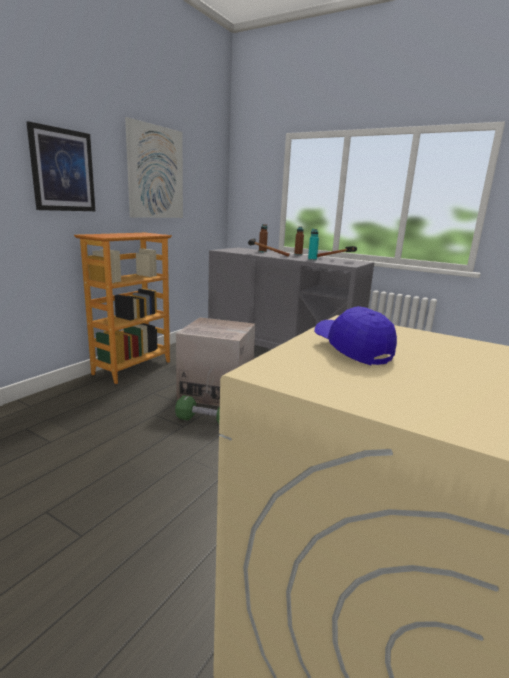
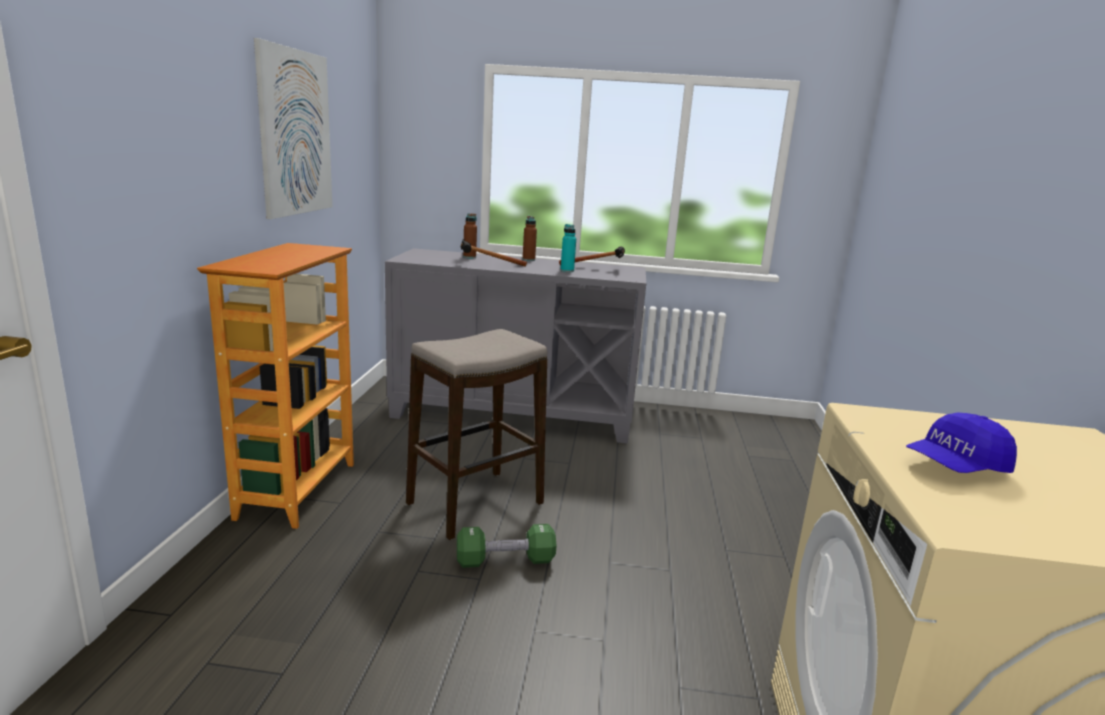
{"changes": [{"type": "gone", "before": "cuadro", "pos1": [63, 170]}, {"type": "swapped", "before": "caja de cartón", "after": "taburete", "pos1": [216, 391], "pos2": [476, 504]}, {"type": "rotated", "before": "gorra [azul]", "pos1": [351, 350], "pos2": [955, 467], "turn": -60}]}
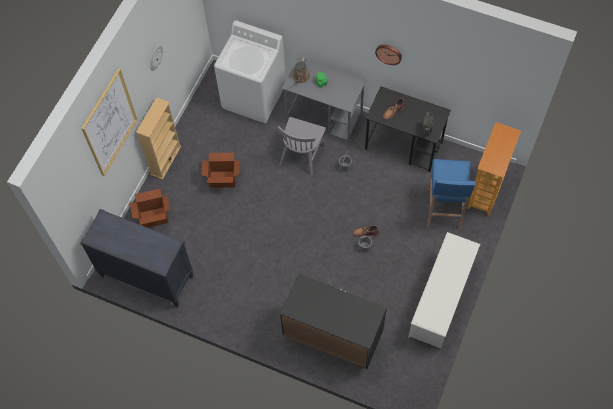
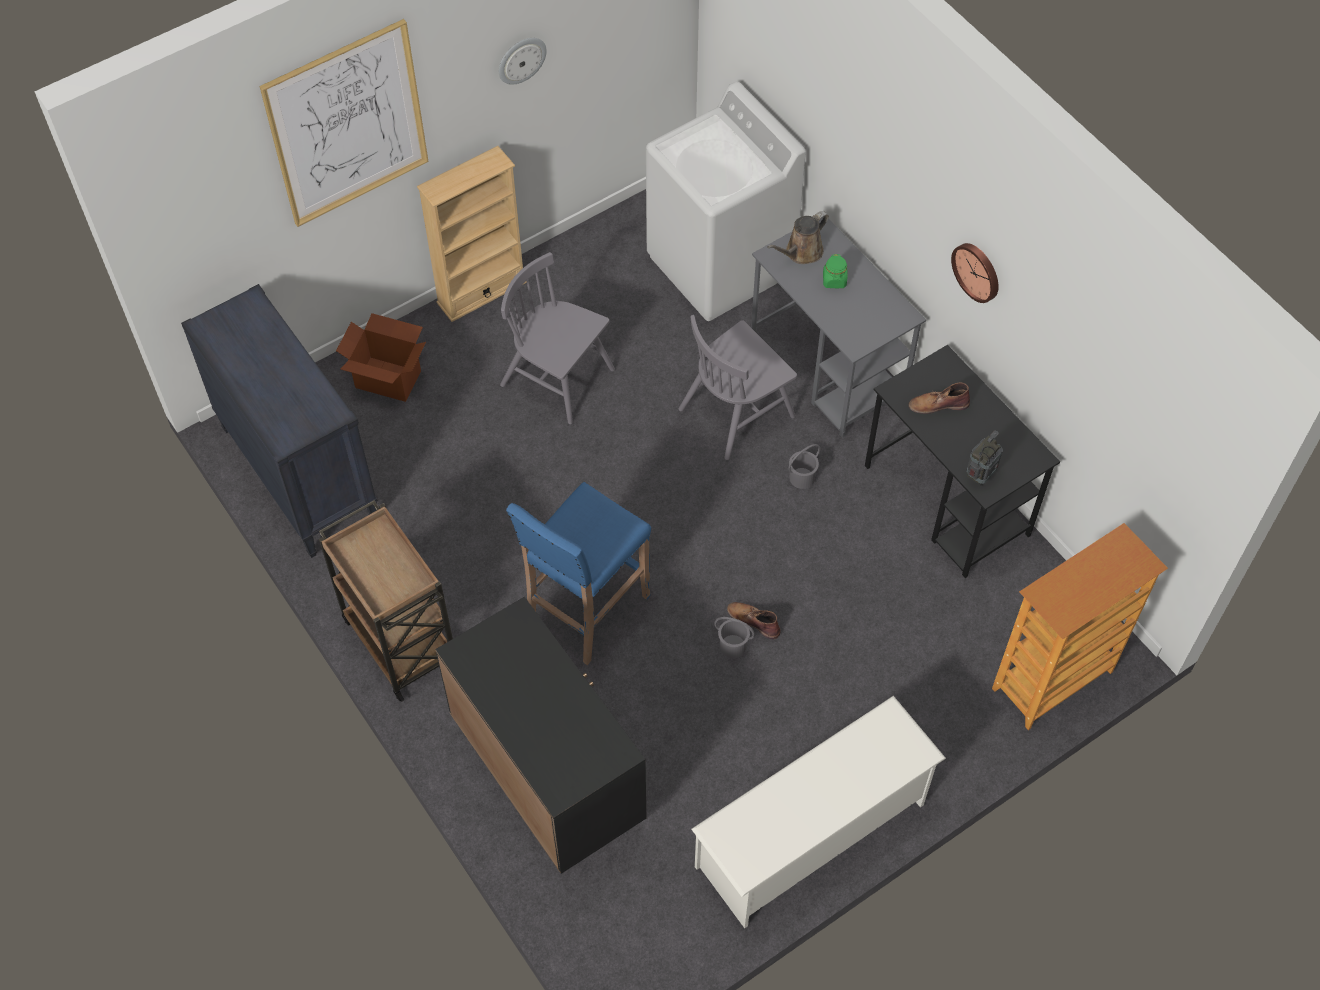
{"changes": [{"type": "swapped", "before": "caja de cartón", "after": "silla [gris]", "pos1": [223, 179], "pos2": [558, 378]}, {"type": "shifted", "before": "taburete [azul]", "pos1": [444, 209], "pos2": [586, 611]}, {"type": "new", "after": "carrito [marrón]", "pos2": [399, 640]}]}
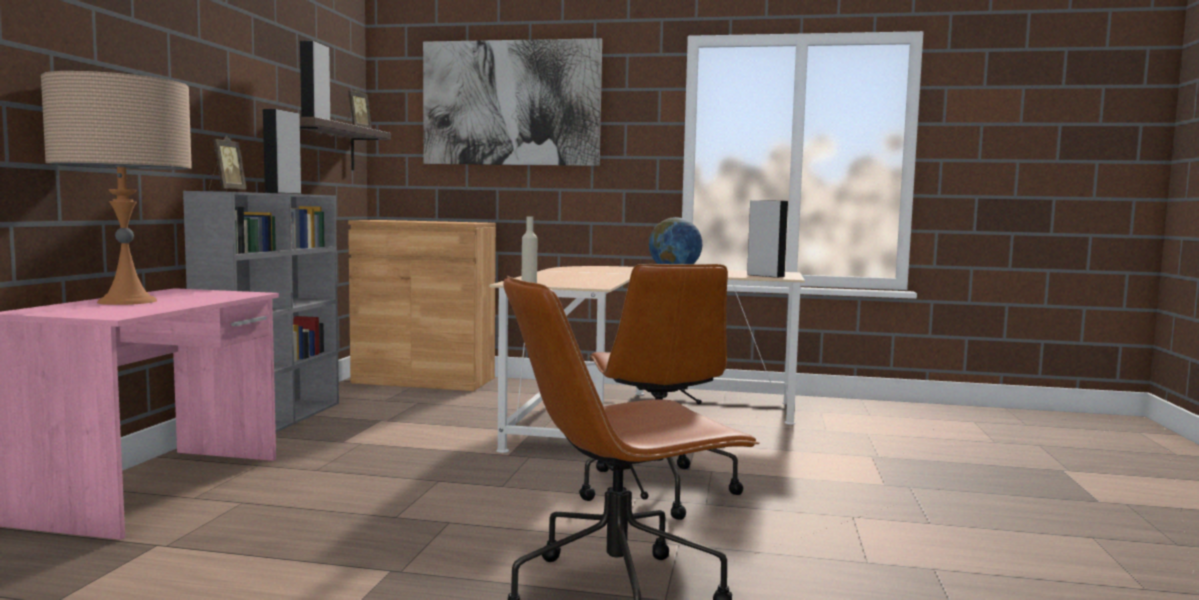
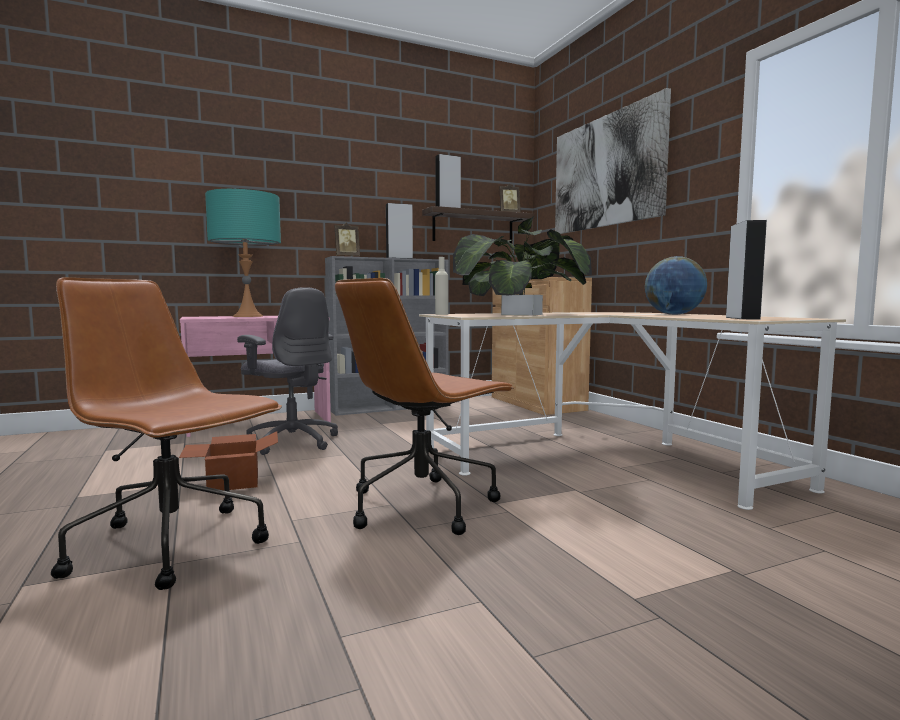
{"changes": [{"type": "repainted", "before": "lámpara de mesa [beis]", "after": "lámpara de mesa [turquesa]", "pos1": [127, 301], "pos2": [248, 316]}, {"type": "new", "after": "caja de cartón", "pos2": [232, 482]}, {"type": "new", "after": "silla de oficina [gris]", "pos2": [292, 442]}, {"type": "new", "after": "planta en maceta", "pos2": [521, 314]}]}
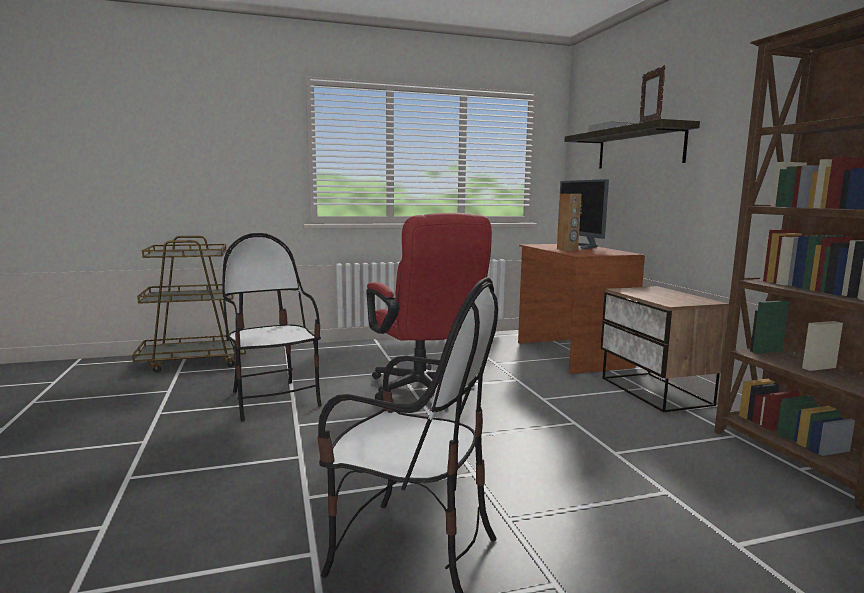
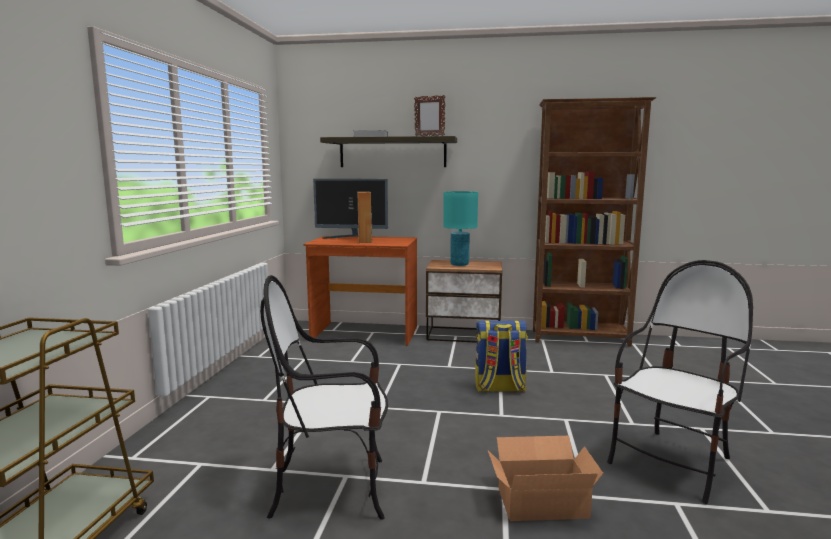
{"changes": [{"type": "gone", "before": "silla de oficina [rojo]", "pos1": [424, 392]}, {"type": "new", "after": "lámpara de mesa [turquesa]", "pos2": [459, 264]}, {"type": "new", "after": "mochila", "pos2": [499, 388]}, {"type": "new", "after": "caja de cartón", "pos2": [539, 501]}]}
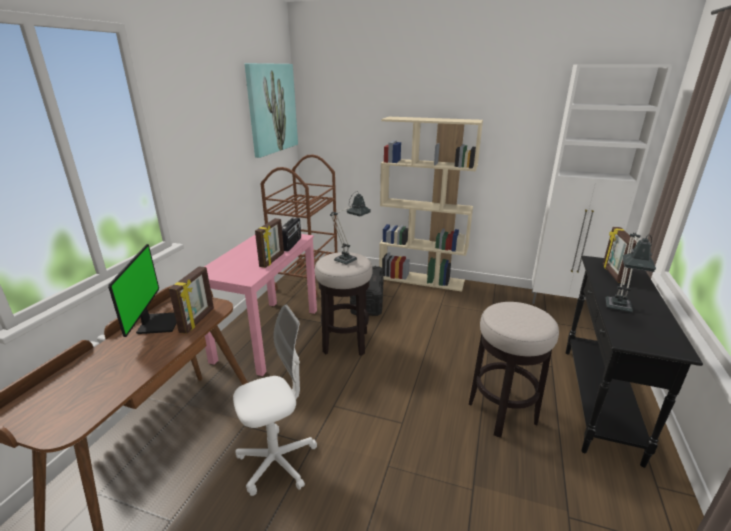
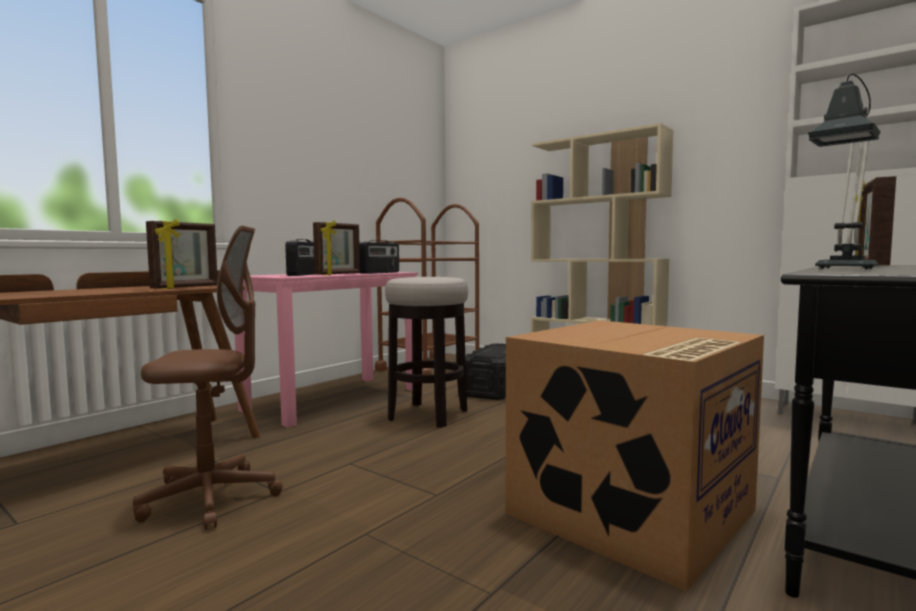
{"changes": [{"type": "gone", "before": "monitor", "pos1": [157, 323]}, {"type": "repainted", "before": "silla de oficina [blanco]", "after": "silla de oficina [marrón]", "pos1": [277, 462], "pos2": [211, 499]}, {"type": "gone", "before": "cuadro", "pos1": [271, 108]}, {"type": "gone", "before": "lámpara de mesa", "pos1": [349, 258]}, {"type": "swapped", "before": "taburete", "after": "caja de cartón", "pos1": [502, 413], "pos2": [632, 513]}, {"type": "new", "after": "radio", "pos2": [304, 274]}]}
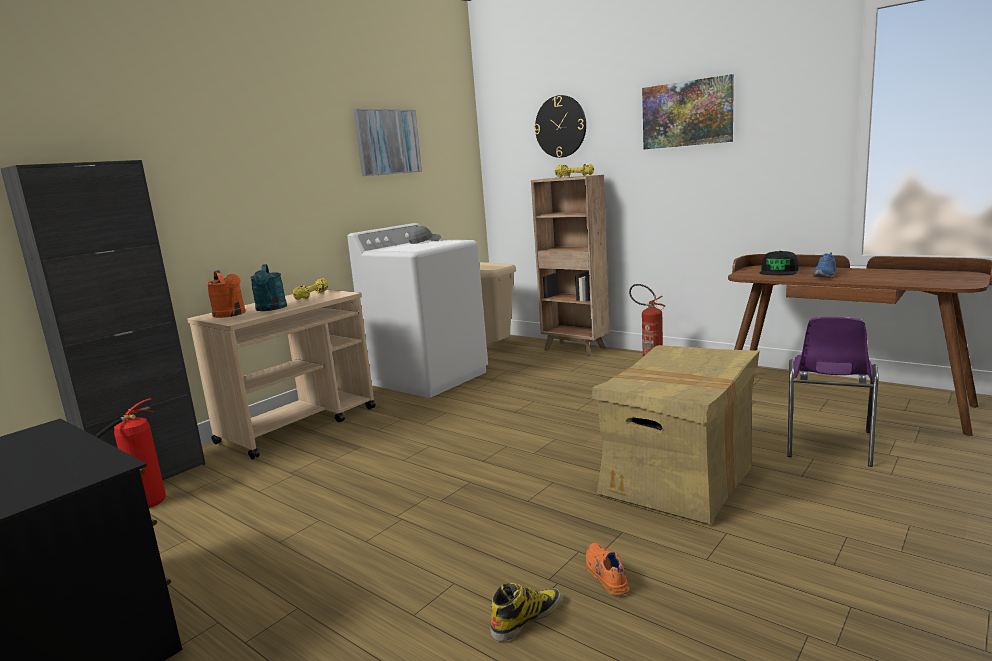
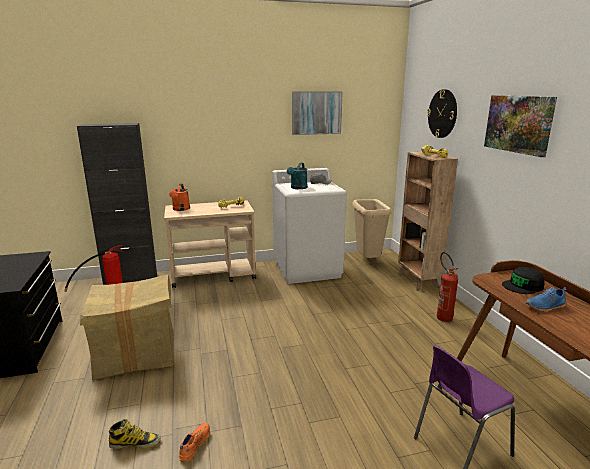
{"changes": [{"type": "shifted", "before": "regadera [turquesa]", "pos1": [271, 309], "pos2": [298, 188]}, {"type": "shifted", "before": "caja de cartón", "pos1": [677, 482], "pos2": [137, 354]}]}
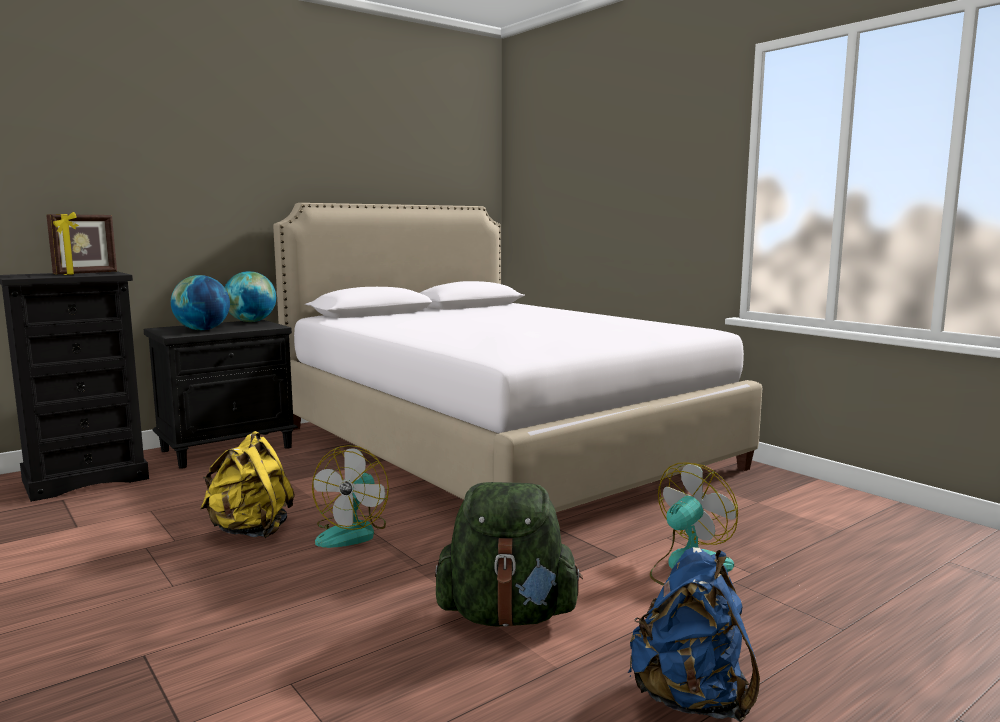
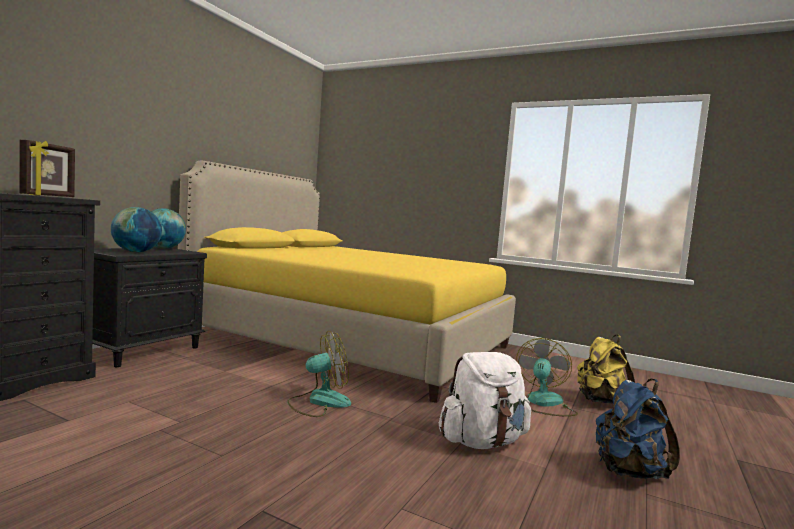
{"changes": [{"type": "shifted", "before": "mochila [amarillo]", "pos1": [251, 531], "pos2": [600, 401]}, {"type": "repainted", "before": "cama [blanco]", "after": "cama [amarillo]", "pos1": [498, 447], "pos2": [351, 341]}, {"type": "rotated", "before": "ventilador", "pos1": [353, 532], "pos2": [319, 402], "turn": -105}, {"type": "repainted", "before": "mochila [verde]", "after": "mochila [blanco]", "pos1": [507, 615], "pos2": [482, 442]}]}
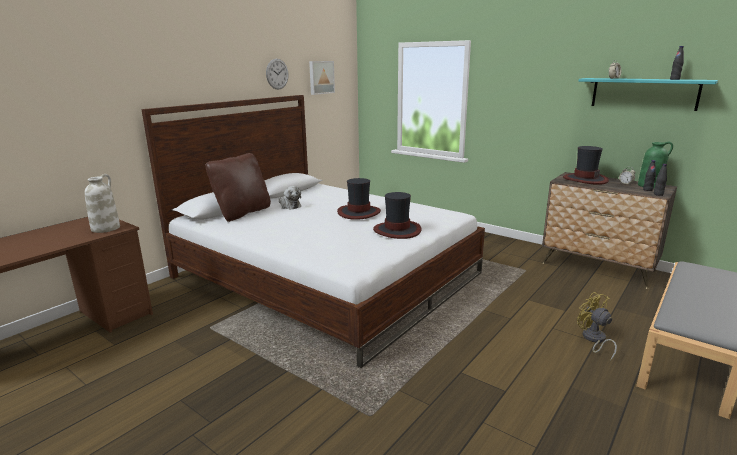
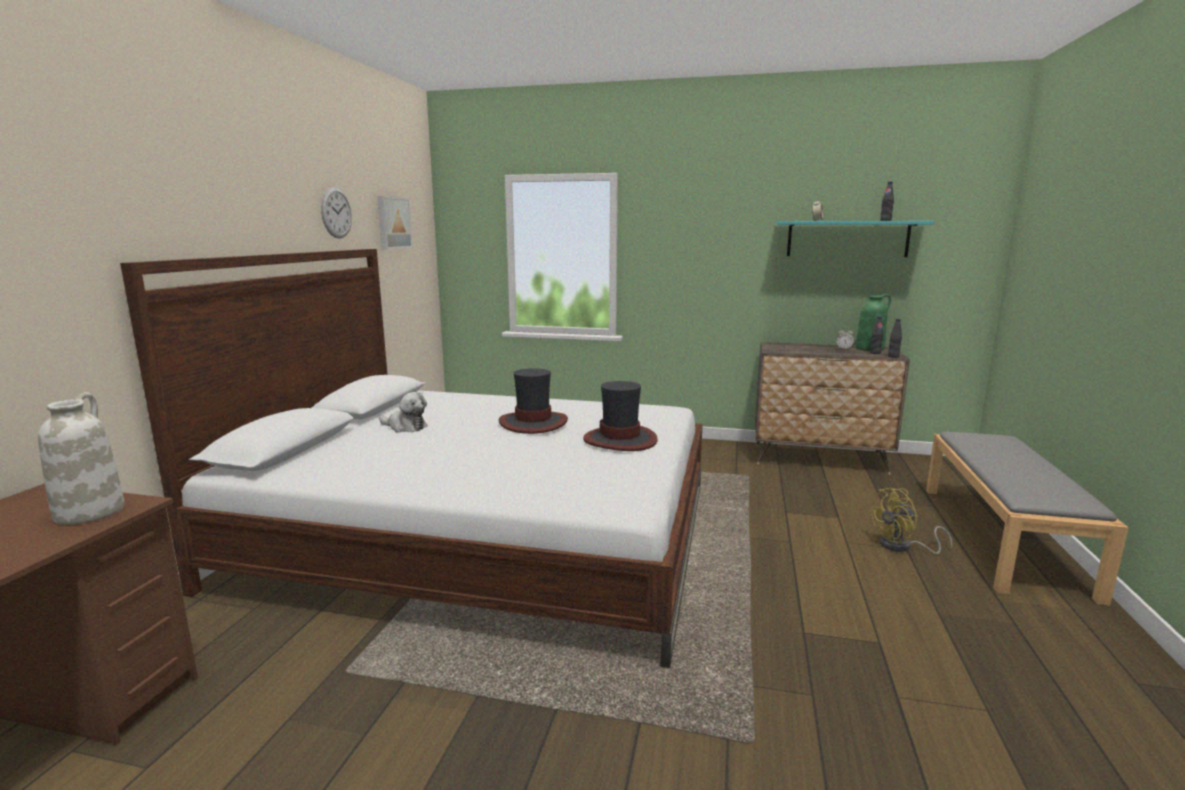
{"changes": [{"type": "gone", "before": "cojín [marrón]", "pos1": [242, 213]}, {"type": "gone", "before": "sombrero", "pos1": [585, 179]}, {"type": "rotated", "before": "ventilador [amarillo]", "pos1": [594, 340], "pos2": [902, 547], "turn": -60}]}
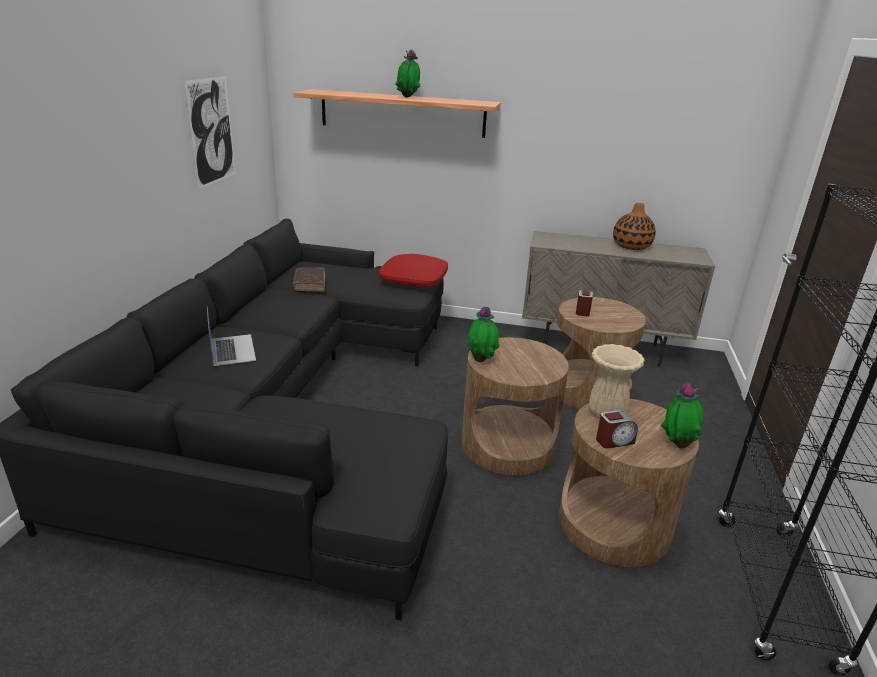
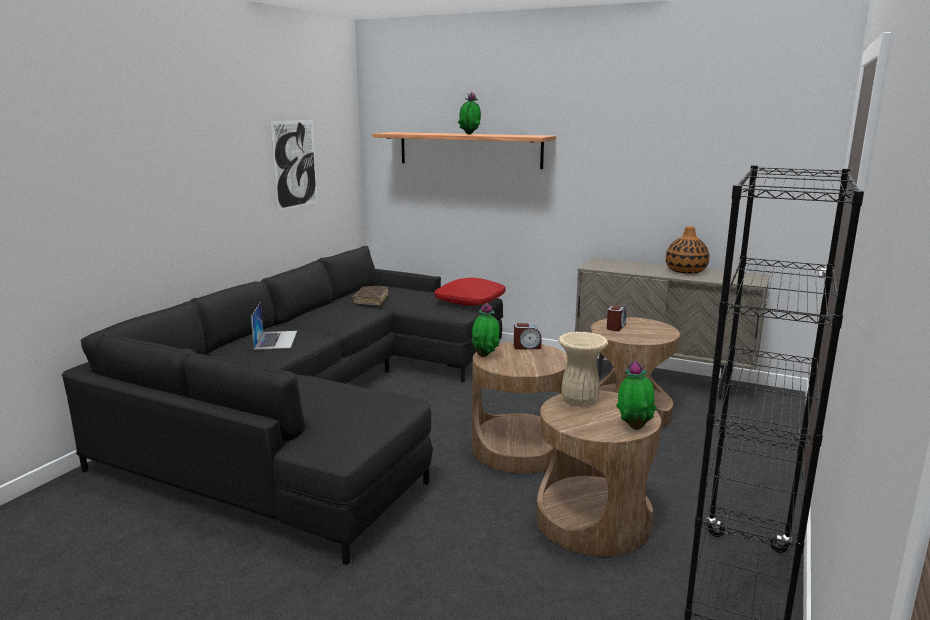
{"changes": [{"type": "shifted", "before": "despertador", "pos1": [614, 441], "pos2": [527, 347]}]}
